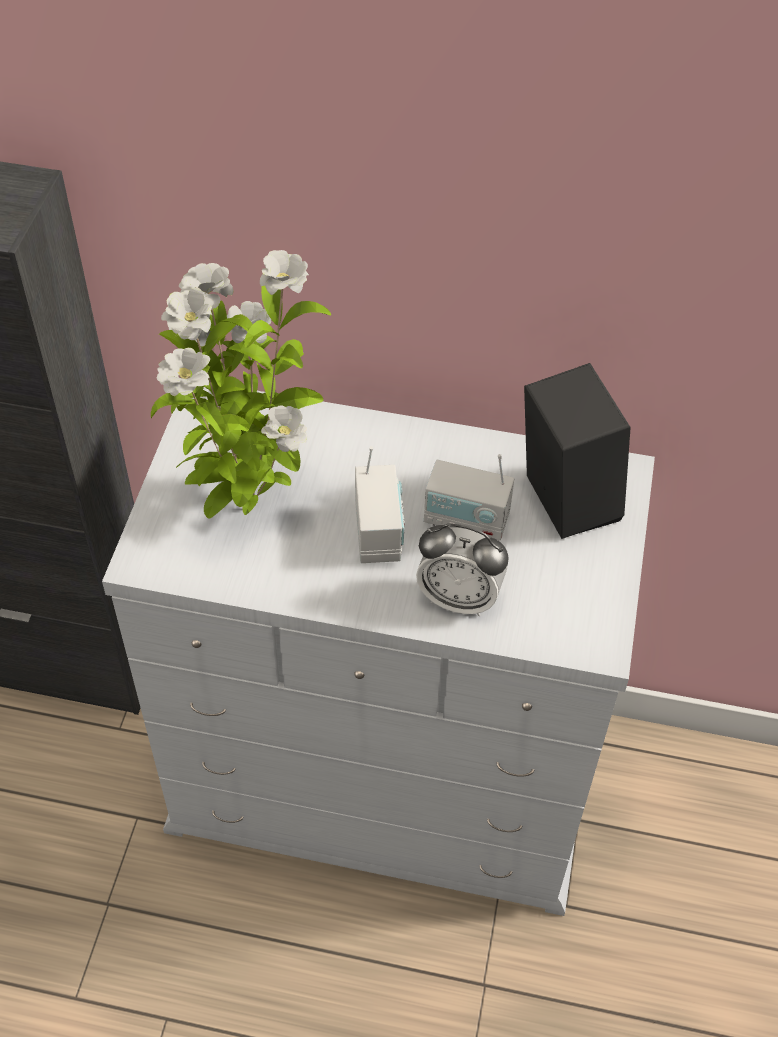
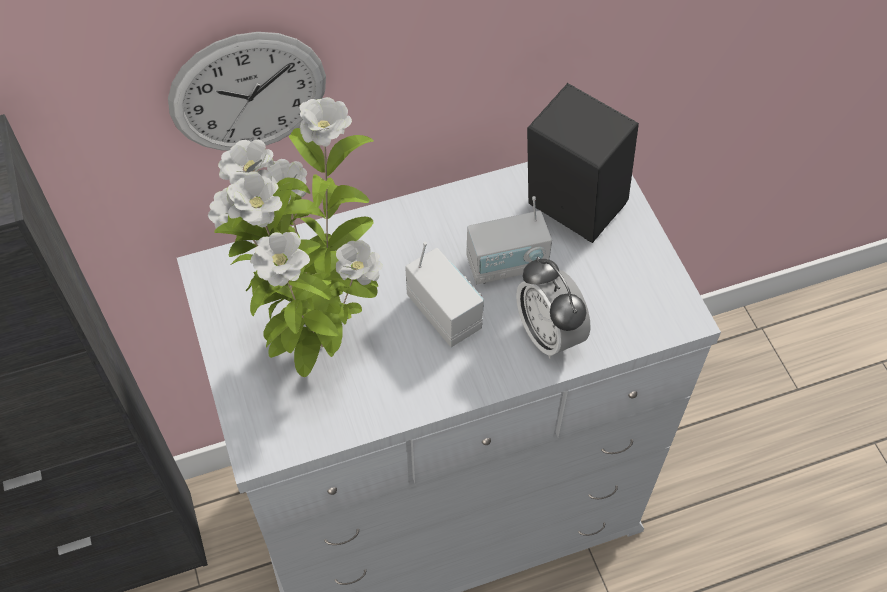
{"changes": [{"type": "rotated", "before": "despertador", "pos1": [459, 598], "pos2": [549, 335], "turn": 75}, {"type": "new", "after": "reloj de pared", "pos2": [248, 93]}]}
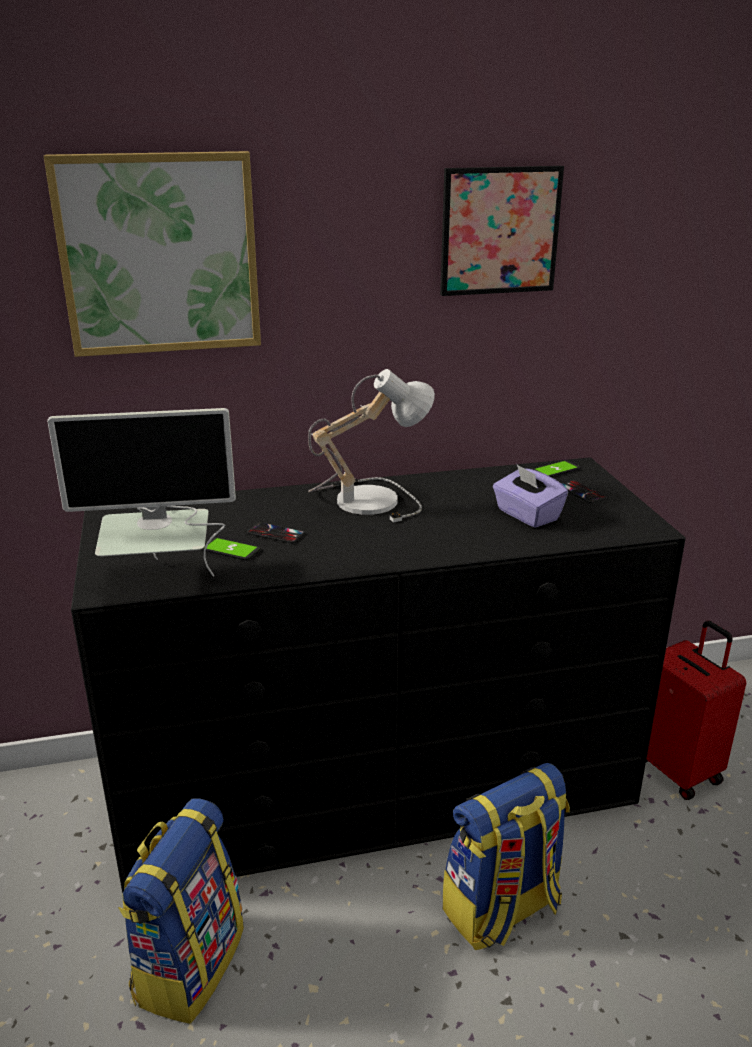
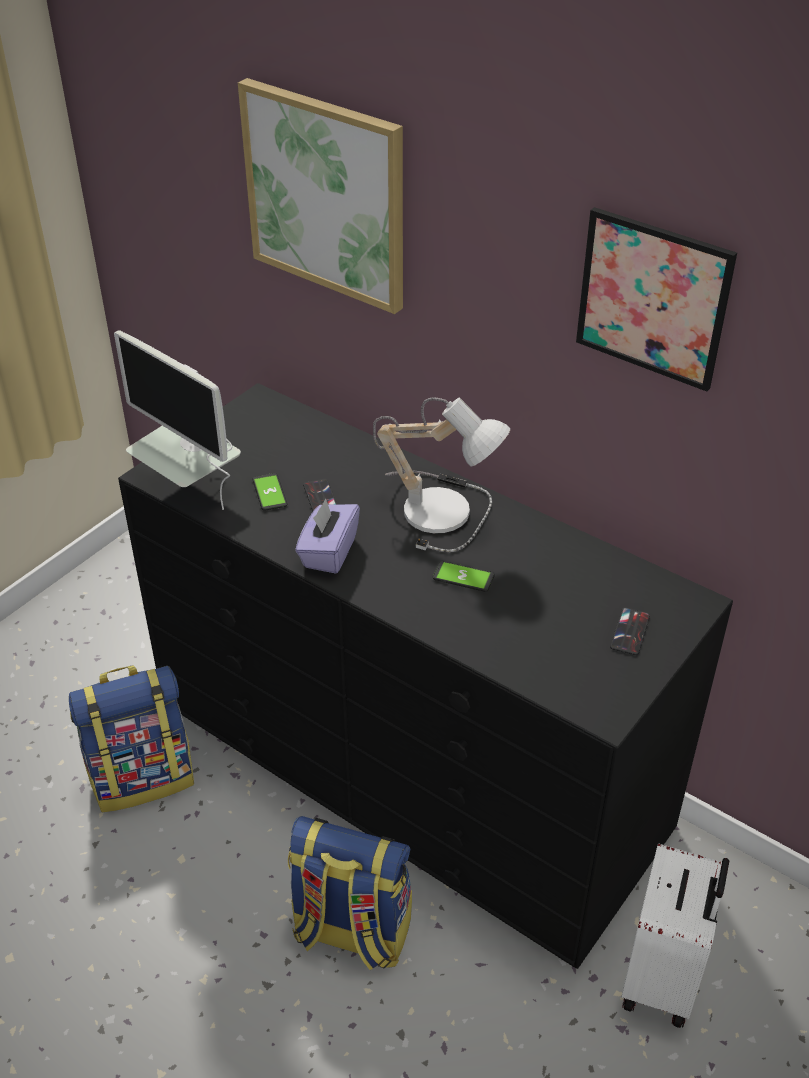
{"changes": [{"type": "shifted", "before": "caja de pañuelos [morado]", "pos1": [527, 515], "pos2": [328, 552]}, {"type": "shifted", "before": "móvil", "pos1": [555, 470], "pos2": [463, 577]}, {"type": "repainted", "before": "maleta [rojo]", "after": "maleta [blanco]", "pos1": [677, 769], "pos2": [663, 979]}]}
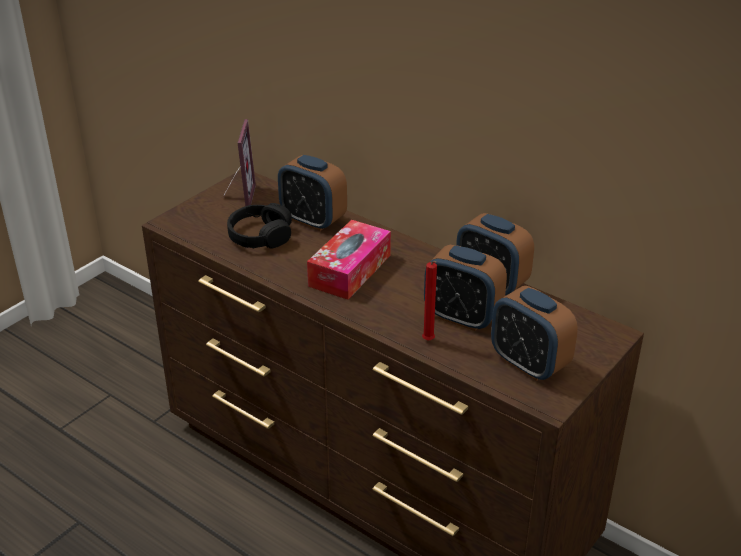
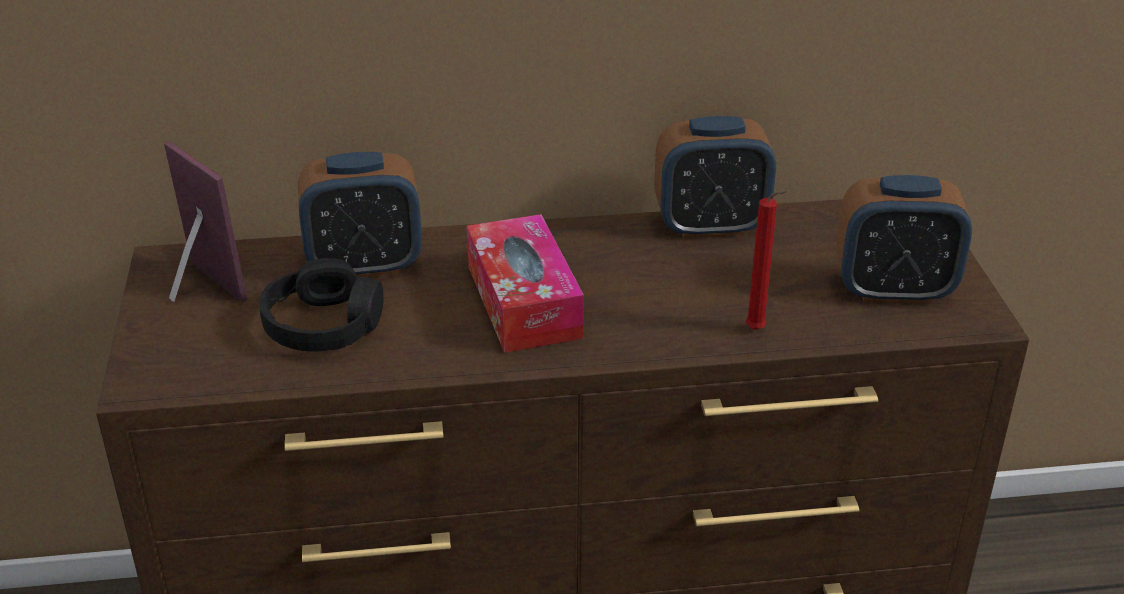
{"changes": [{"type": "gone", "before": "despertador", "pos1": [462, 317]}]}
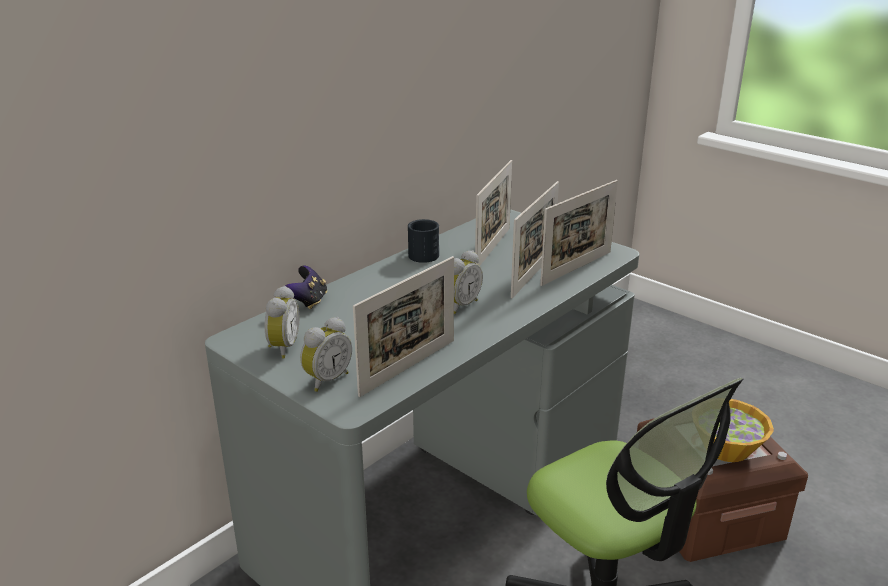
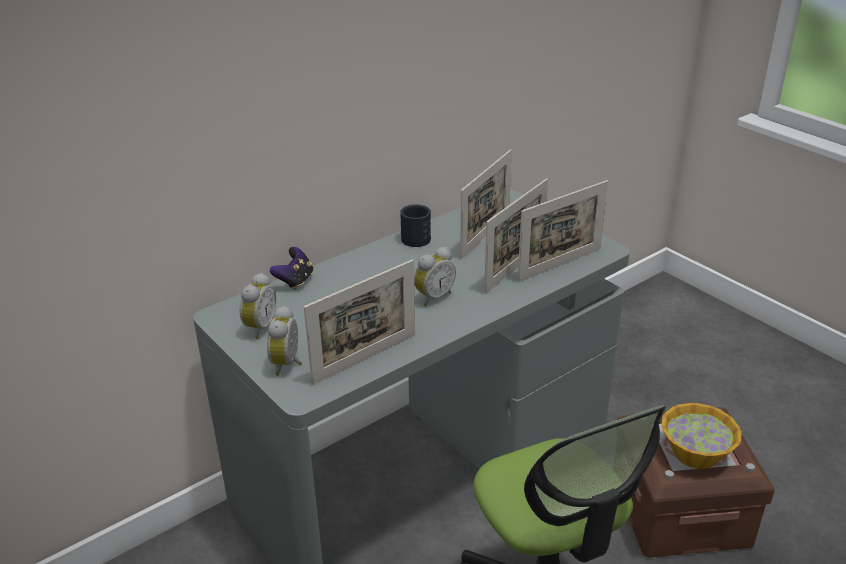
{"changes": [{"type": "rotated", "before": "despertador", "pos1": [326, 379], "pos2": [288, 364], "turn": 135}]}
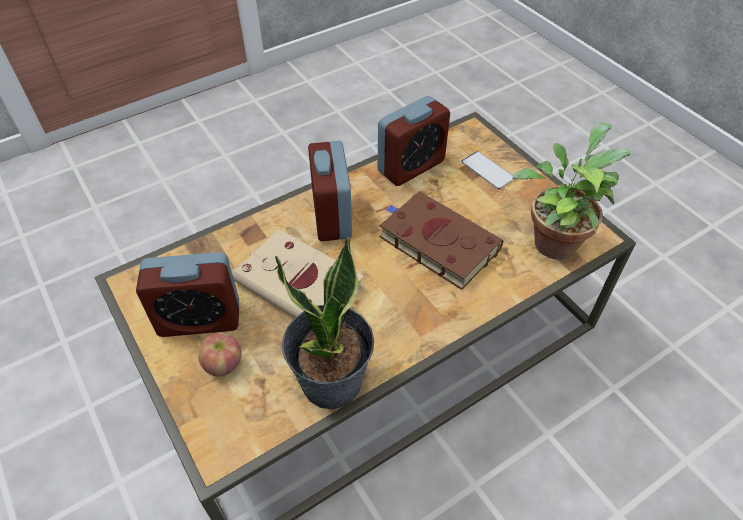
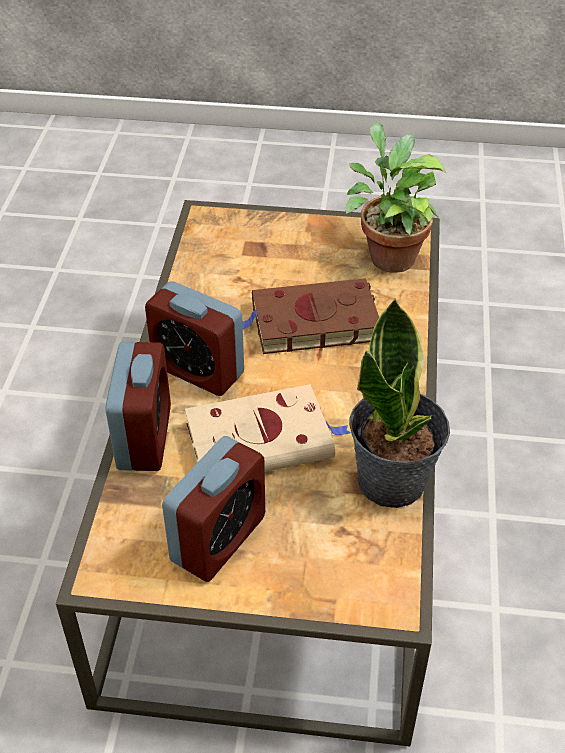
{"changes": [{"type": "gone", "before": "manzana", "pos1": [223, 364]}, {"type": "shifted", "before": "despertador", "pos1": [411, 166], "pos2": [144, 437]}, {"type": "gone", "before": "móvil", "pos1": [487, 170]}]}
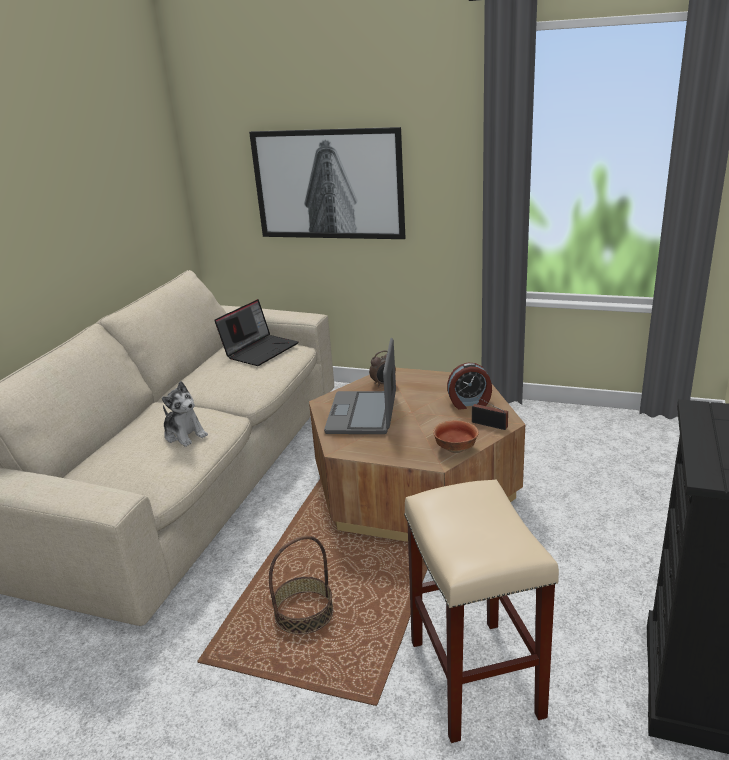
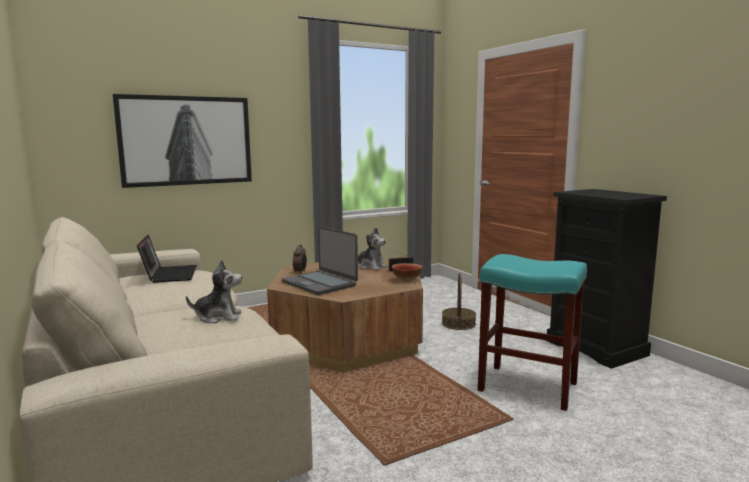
{"changes": [{"type": "shifted", "before": "cesta", "pos1": [304, 612], "pos2": [458, 324]}, {"type": "repainted", "before": "taburete [beis]", "after": "taburete [turquesa]", "pos1": [476, 679], "pos2": [529, 386]}, {"type": "swapped", "before": "despertador", "after": "peluche", "pos1": [469, 403], "pos2": [371, 267]}]}
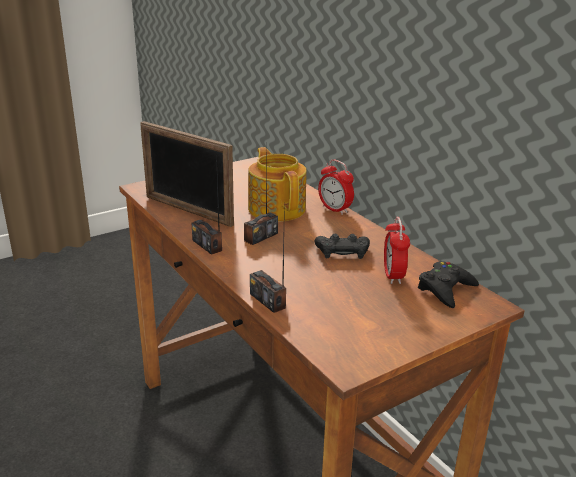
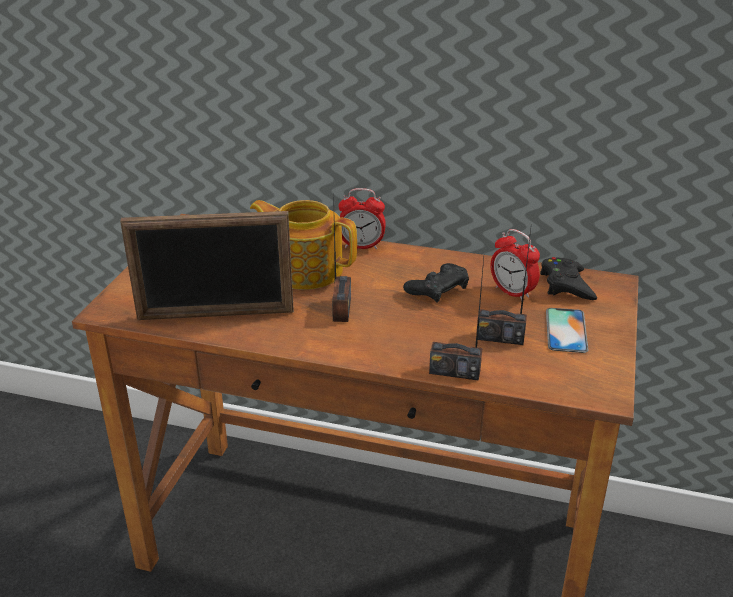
{"changes": [{"type": "shifted", "before": "radio", "pos1": [207, 245], "pos2": [500, 337]}, {"type": "new", "after": "móvil", "pos2": [566, 330]}]}
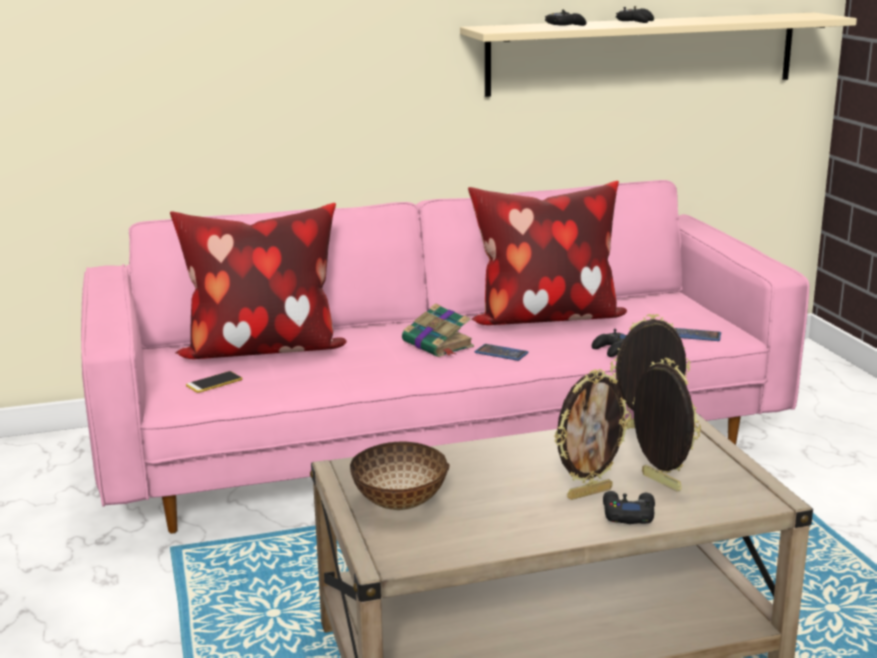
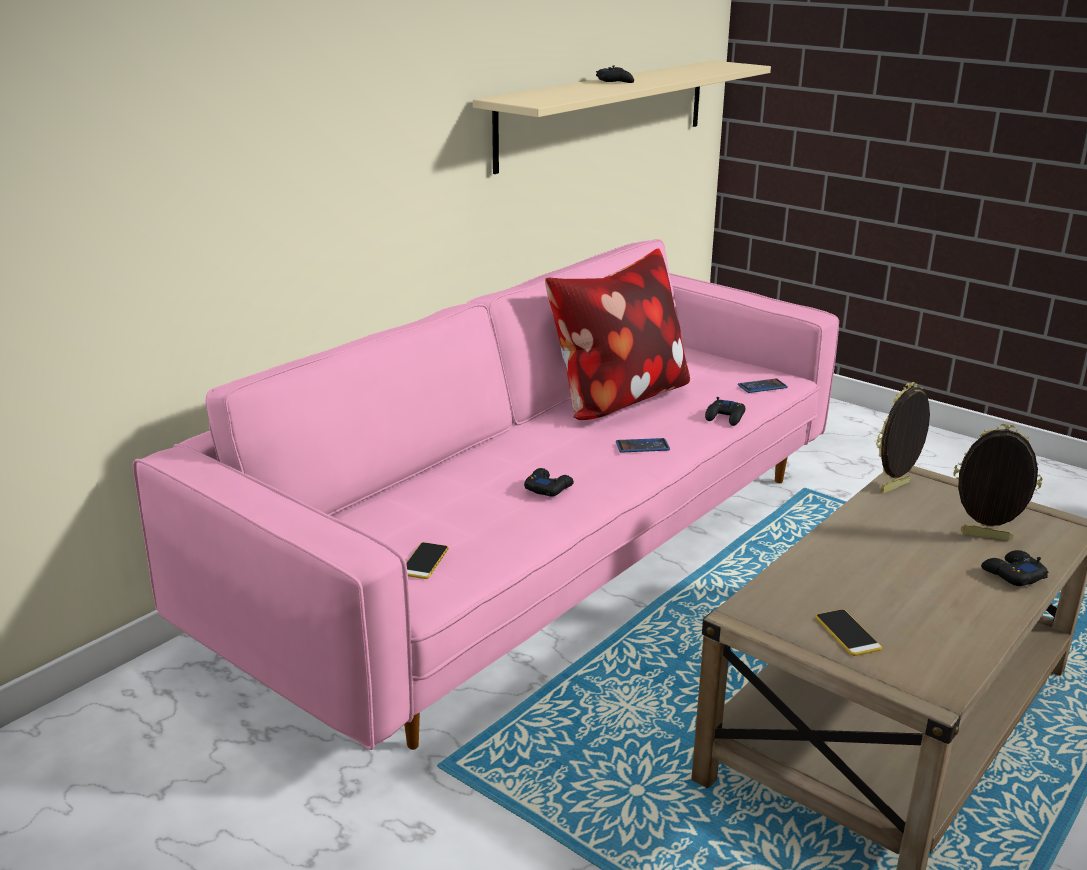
{"changes": [{"type": "gone", "before": "cojín", "pos1": [262, 351]}, {"type": "swapped", "before": "cuenco", "after": "móvil", "pos1": [399, 504], "pos2": [847, 633]}, {"type": "gone", "before": "libro", "pos1": [438, 345]}, {"type": "shifted", "before": "mando de consola [negro]", "pos1": [565, 25], "pos2": [548, 488]}, {"type": "gone", "before": "portarretratos", "pos1": [589, 493]}]}
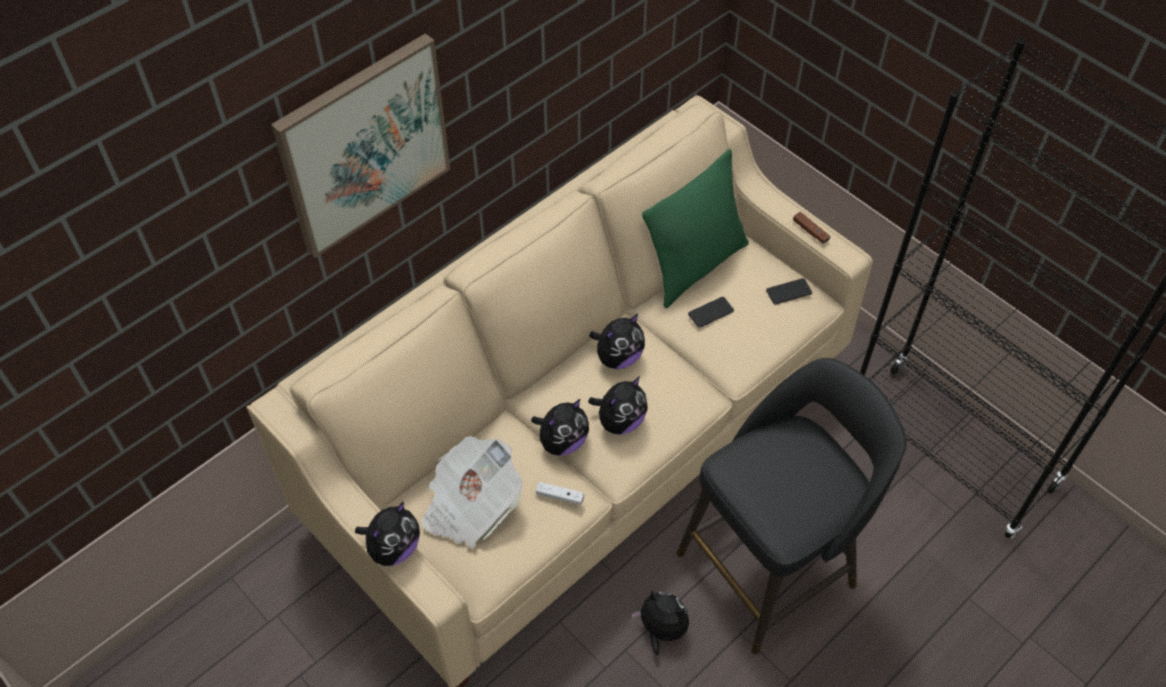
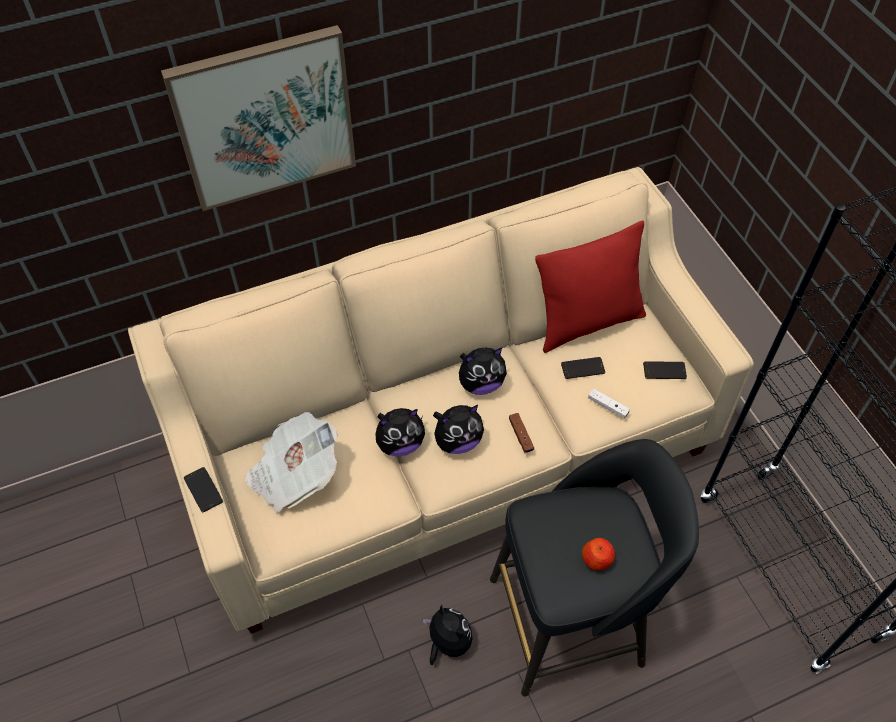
{"changes": [{"type": "swapped", "before": "peluche", "after": "móvil", "pos1": [393, 548], "pos2": [203, 490]}, {"type": "shifted", "before": "mando de consola [blanco]", "pos1": [560, 496], "pos2": [608, 406]}, {"type": "repainted", "before": "cojín [verde]", "after": "cojín [rojo]", "pos1": [695, 266], "pos2": [587, 322]}, {"type": "shifted", "before": "mando de consola [marrón]", "pos1": [810, 231], "pos2": [521, 436]}, {"type": "new", "after": "manzana", "pos2": [597, 560]}]}
